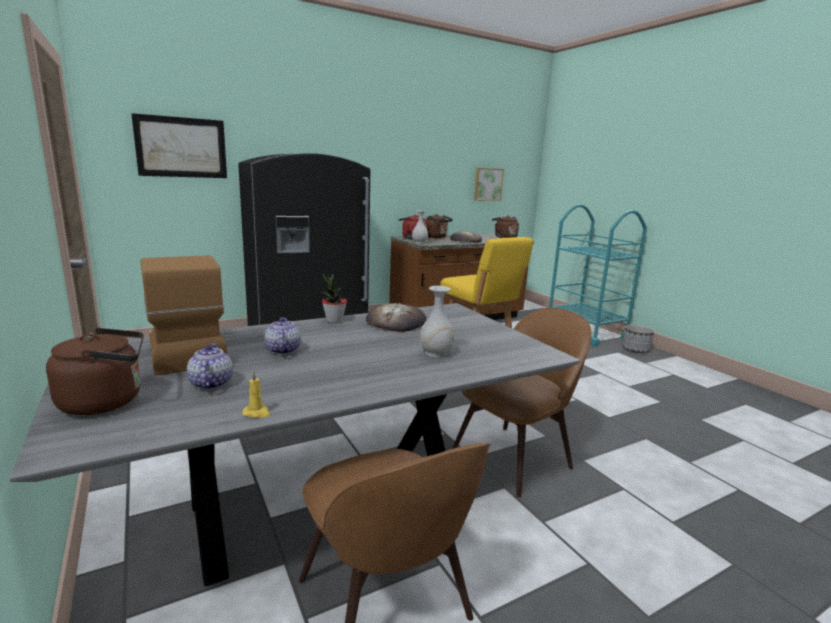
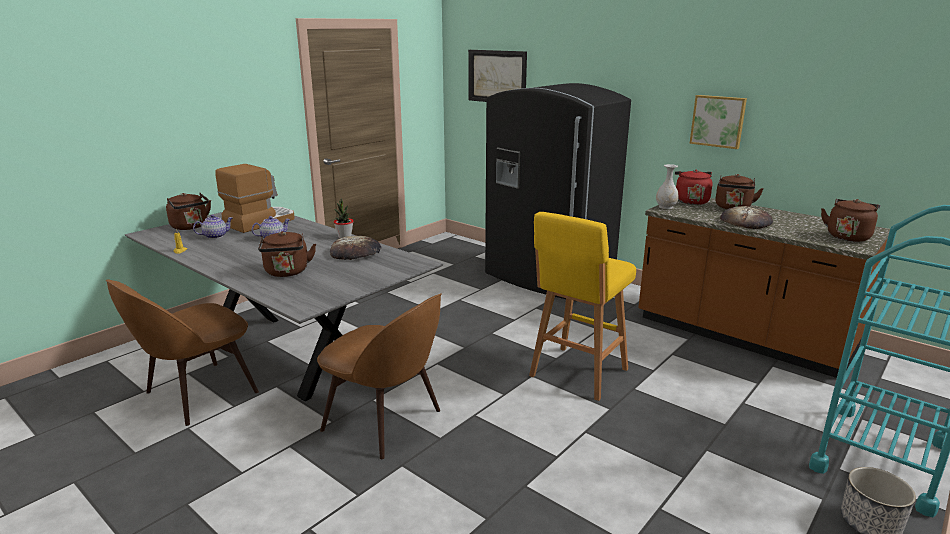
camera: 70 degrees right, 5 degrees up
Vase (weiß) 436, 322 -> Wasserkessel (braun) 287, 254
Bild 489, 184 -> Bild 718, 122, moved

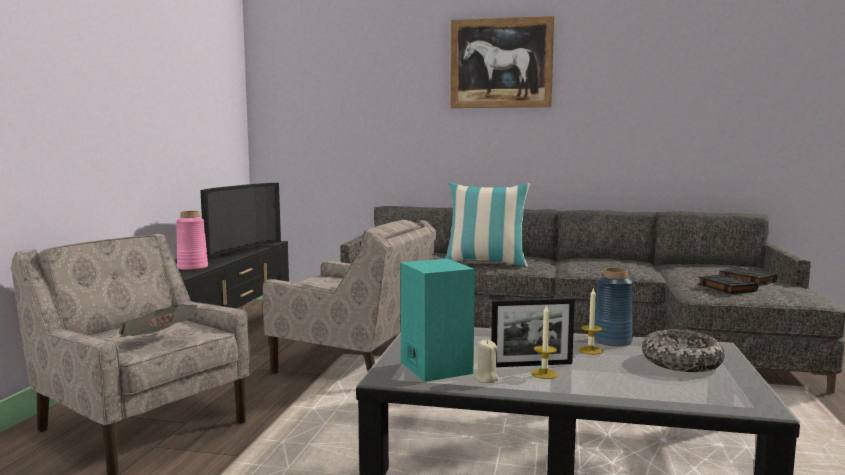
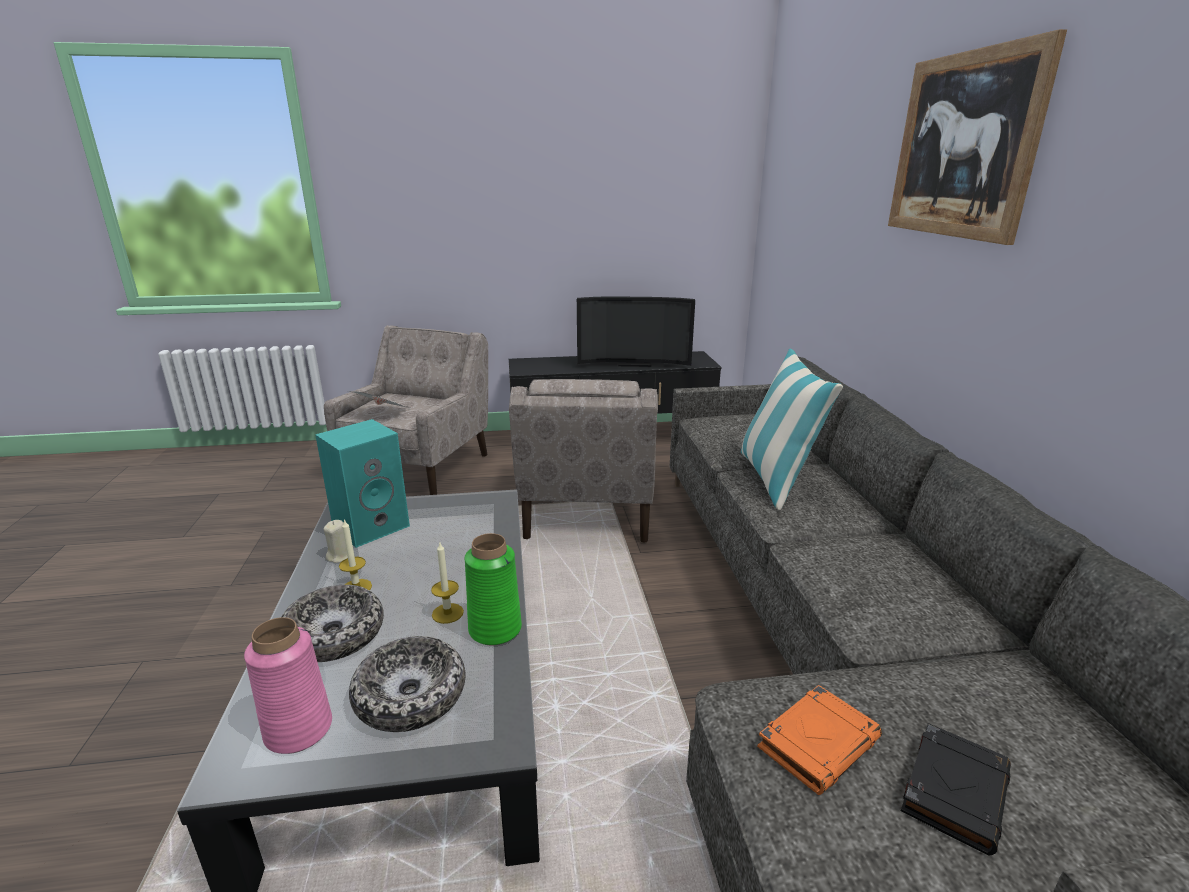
camera: 70 degrees right, 15 degrees up
Vase (rosa) 192, 240 -> Vase (rosa) 288, 685, moved
Bilderrahmen 533, 332 -> none
Vase (blau) 613, 307 -> Vase (grün) 493, 589
Buch (schwarz) 728, 284 -> Buch (orange) 819, 740
none -> Schüssel 332, 623

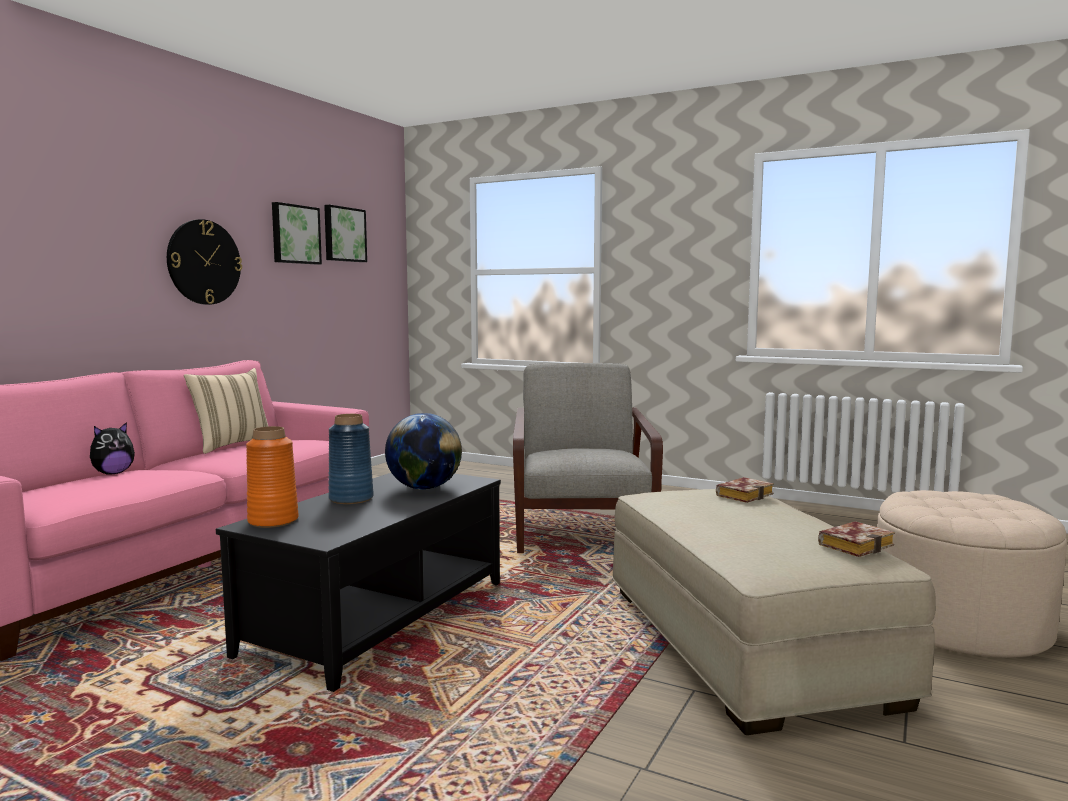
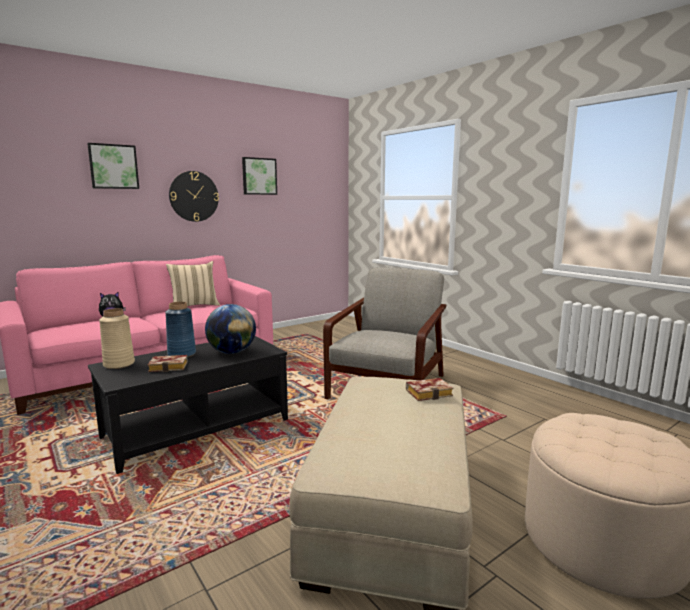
camera: 25 degrees right, 5 degrees up
Vase (orange) 272, 477 -> Vase (beige) 117, 338
Bild 345, 233 -> Bild 113, 166, moved
Buch 856, 539 -> Buch 168, 363, moved

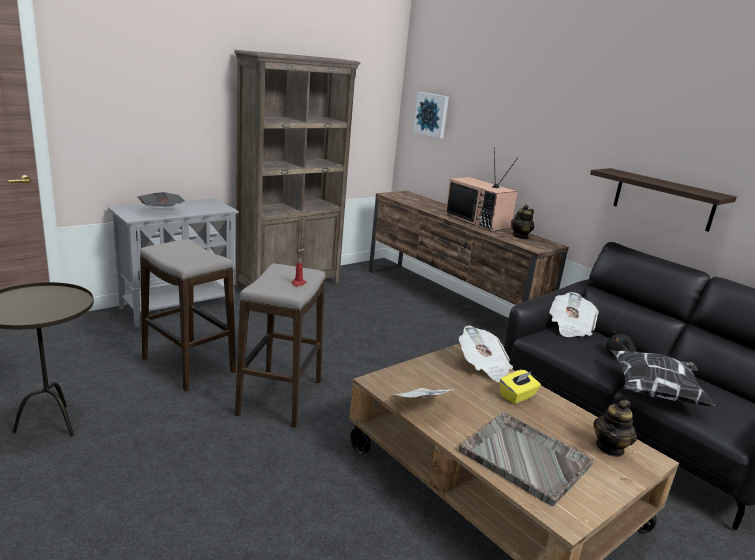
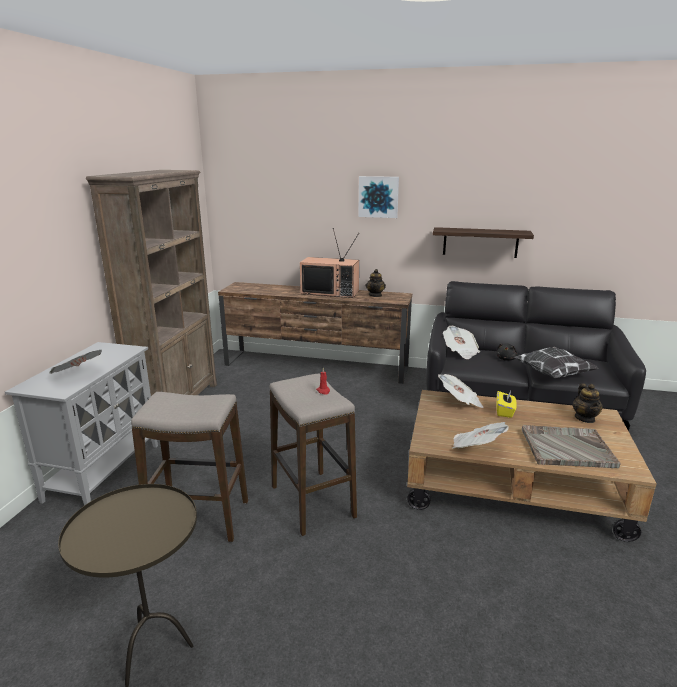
camera: 35 degrees left, 0 degrees up
Bild 431, 115 -> Bild 378, 197, moved

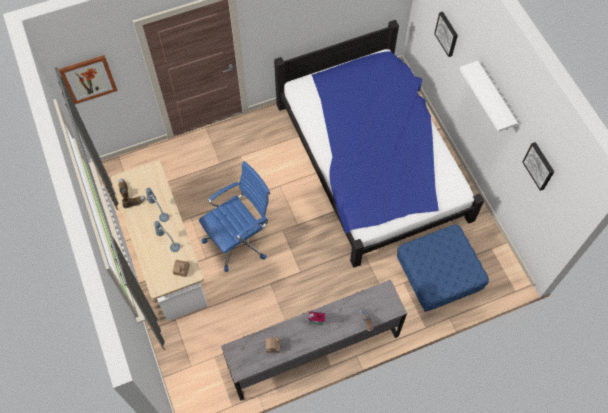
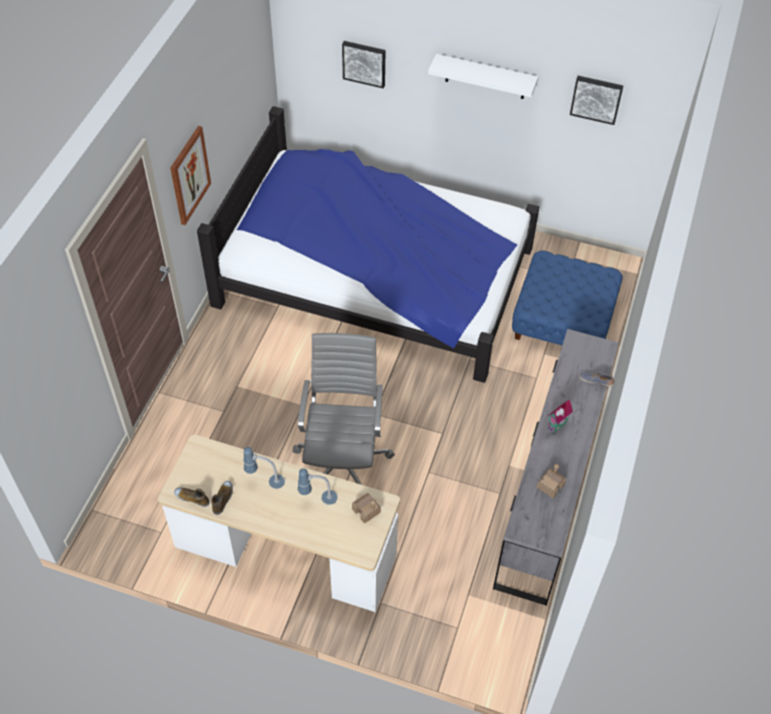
camera: 50 degrees left, 10 degrees down
Bild 88, 79 -> Bild 190, 175, moved
Bürostuhl (blau) 234, 216 -> Bürostuhl (grau) 344, 409

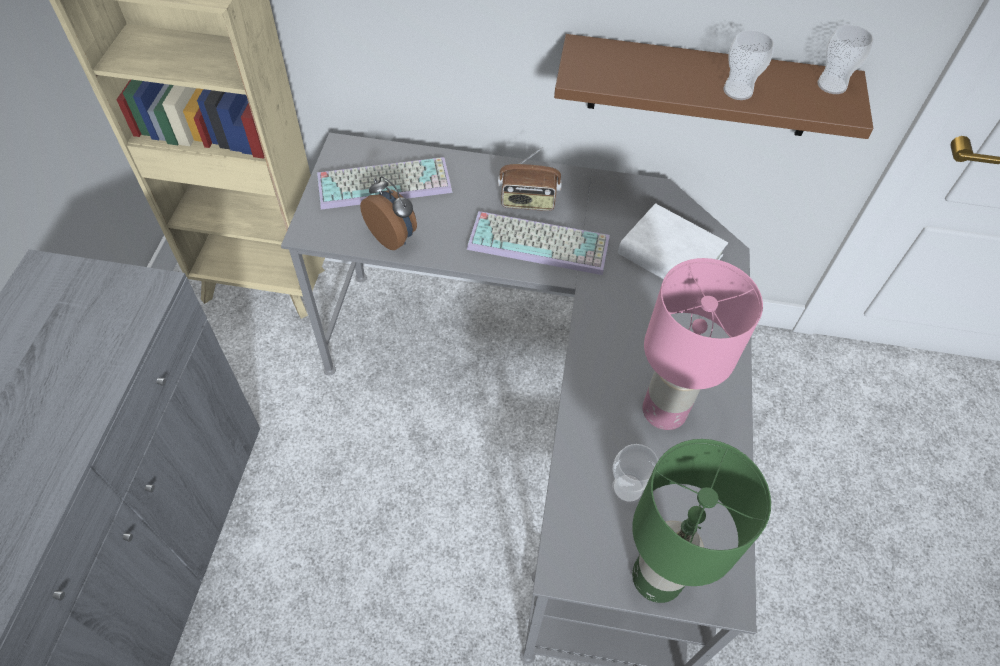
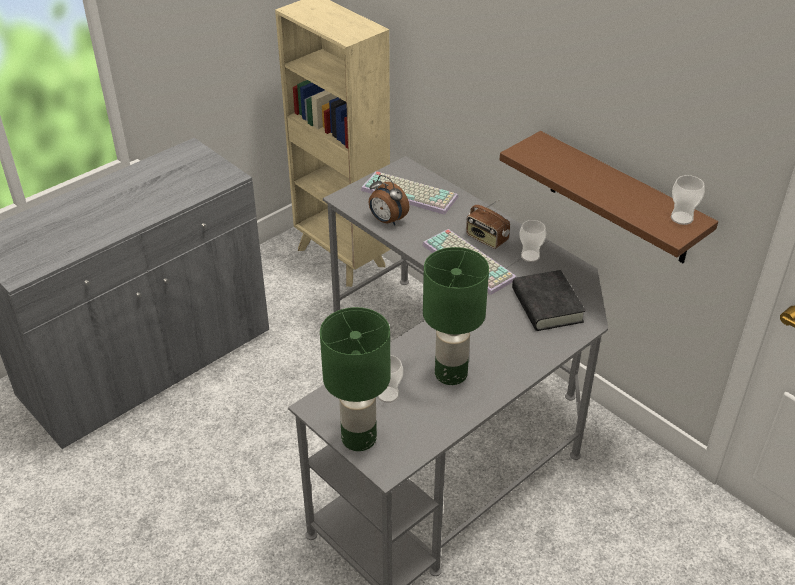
camera: 40 degrees right, 15 degrees down
Wecker 388, 213 -> Wecker 389, 200, 135 degrees clockwise
Buch (weiß) 673, 241 -> Buch (schwarz) 549, 300
Tischlampe (rosa) 703, 344 -> Tischlampe (grün) 456, 316
Tasse 748, 65 -> Tasse 532, 241, moved

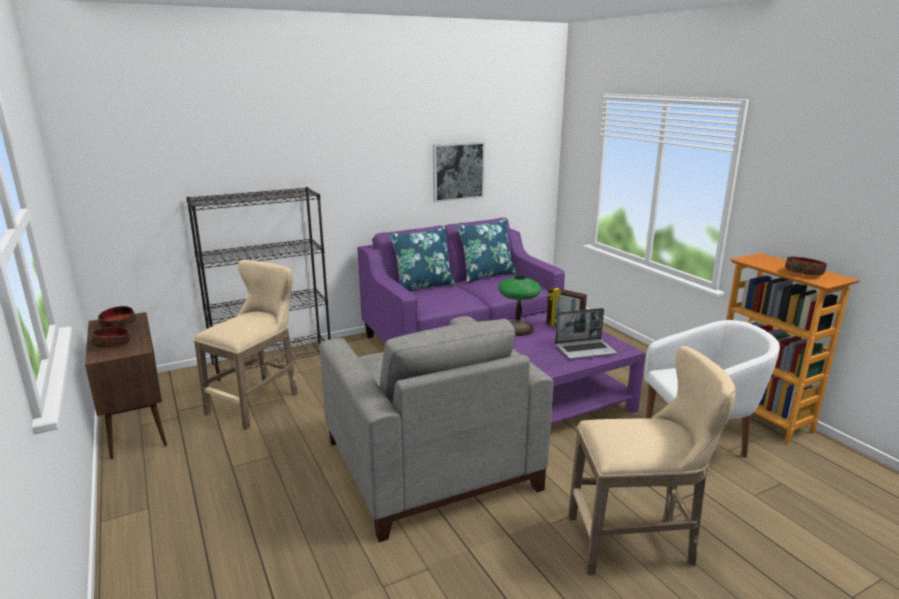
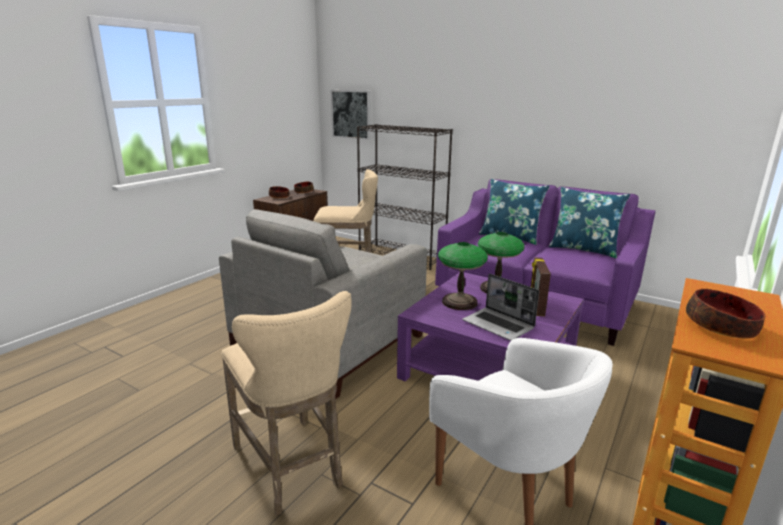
camera: 60 degrees right, 0 degrees up
Bild 459, 172 -> Bild 351, 115, moved
none -> Tischlampe 463, 276

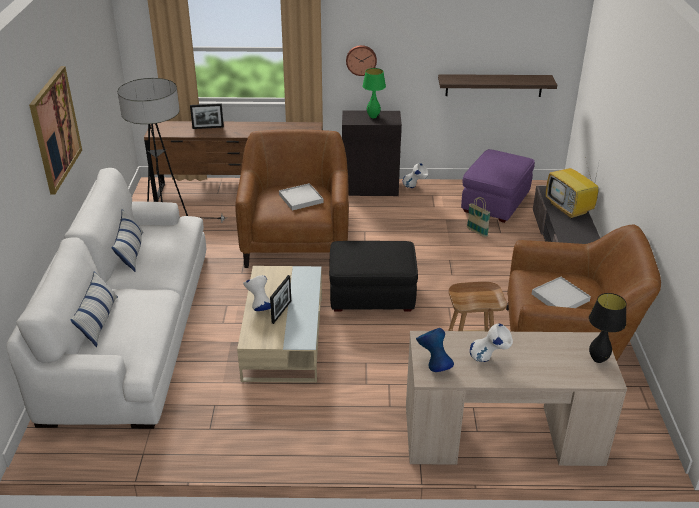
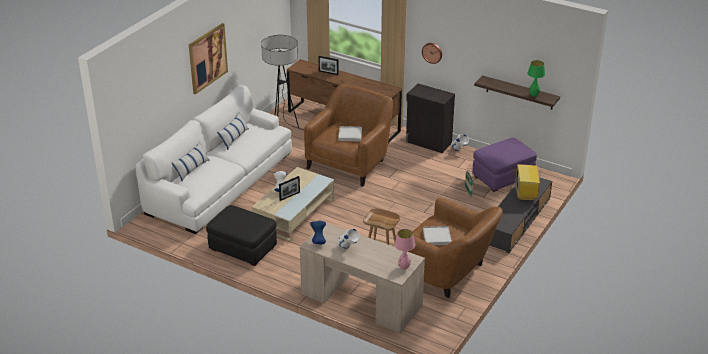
camera: 30 degrees right, 0 degrees up
Polsterhocker (schwarz) 373, 276 -> Polsterhocker (schwarz) 241, 235, moved
Tischlampe (grün) 374, 93 -> Tischlampe (grün) 536, 78, moved
Tischlampe (schwarz) 607, 328 -> Tischlampe (rosa) 404, 249

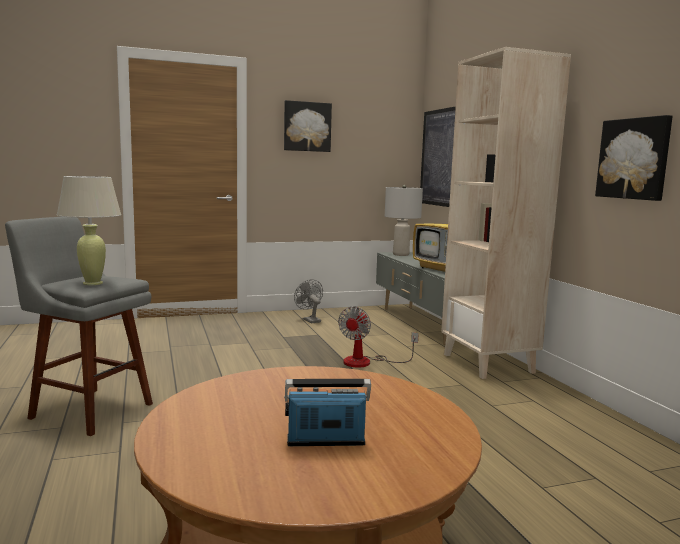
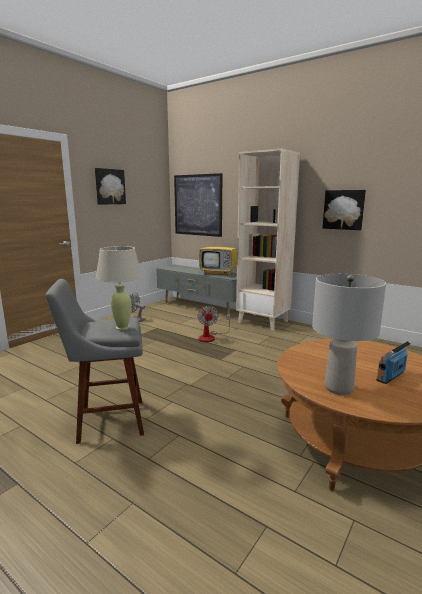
camera: 35 degrees left, 5 degrees up
Tischlampe (grau) 404, 220 -> Tischlampe (grau) 349, 334, moved

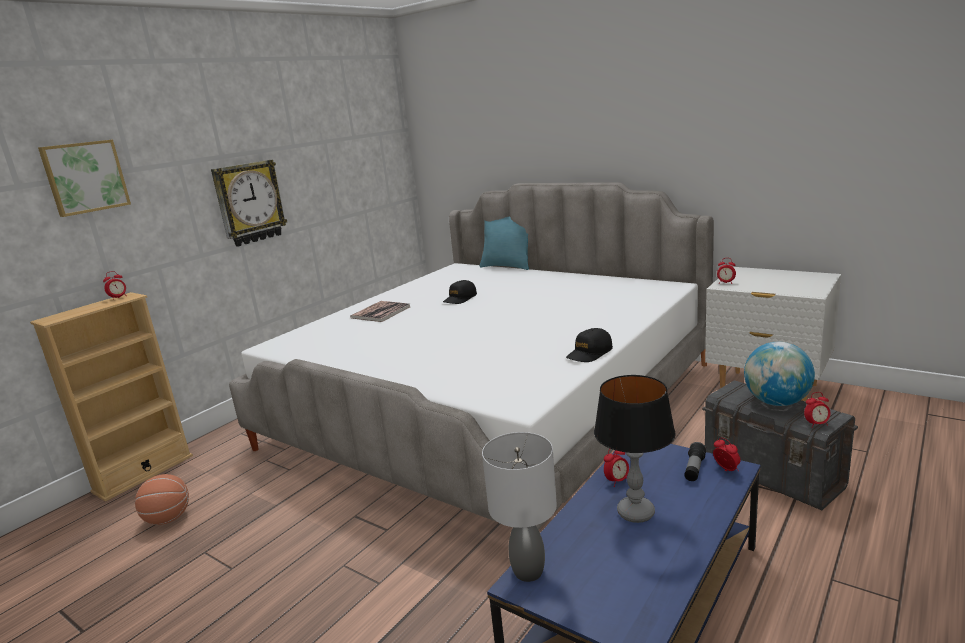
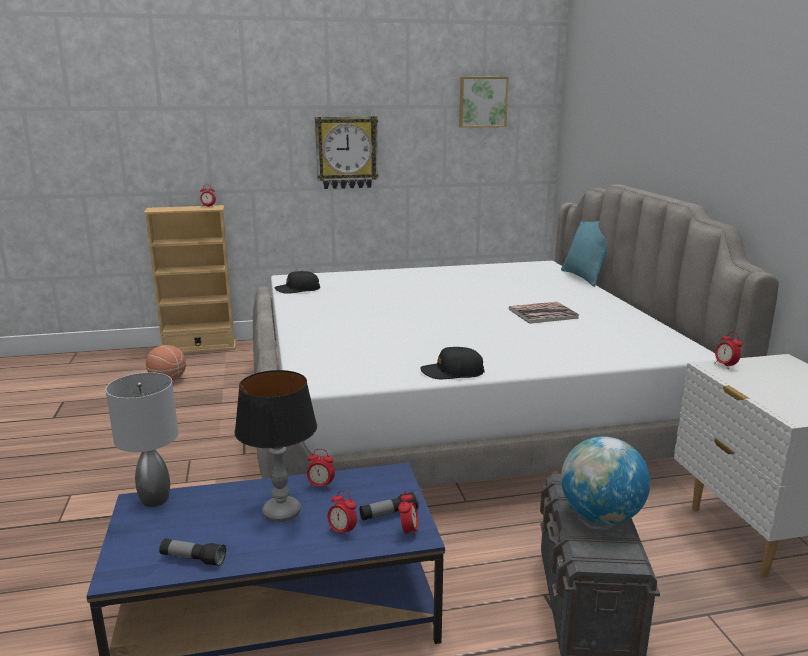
camera: 40 degrees right, 0 degrees up
Bild 84, 178 -> Bild 484, 102, moved
Buch 380, 311 -> Buch 544, 313, moved
Kappe (schwarz) 460, 292 -> Kappe (schwarz) 297, 282, moved
Wecker 817, 410 -> Wecker 342, 513, moved
none -> Taschenlampe 192, 552

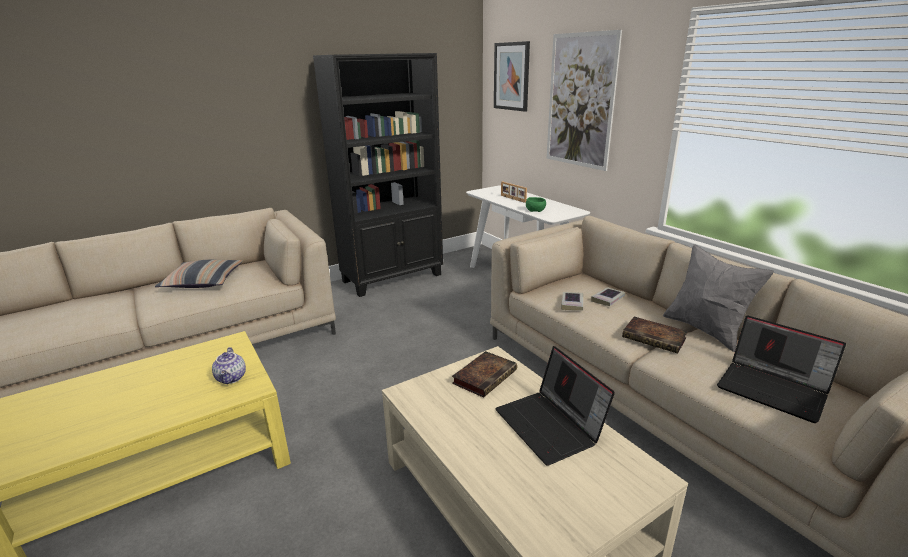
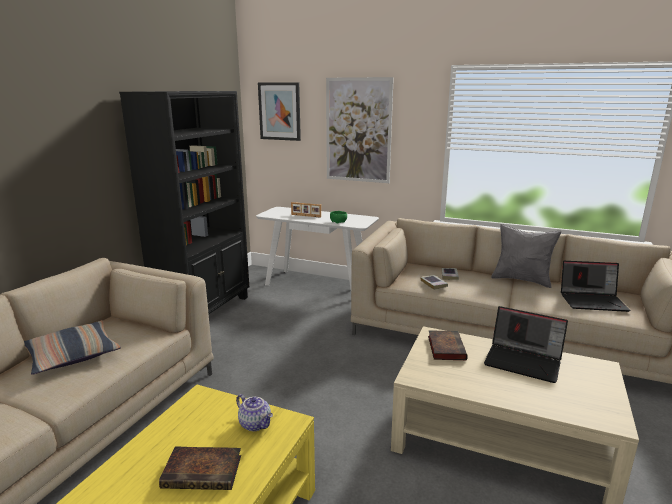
camera: 35 degrees left, 5 degrees down
Buch 655, 334 -> Buch 200, 468, moved

